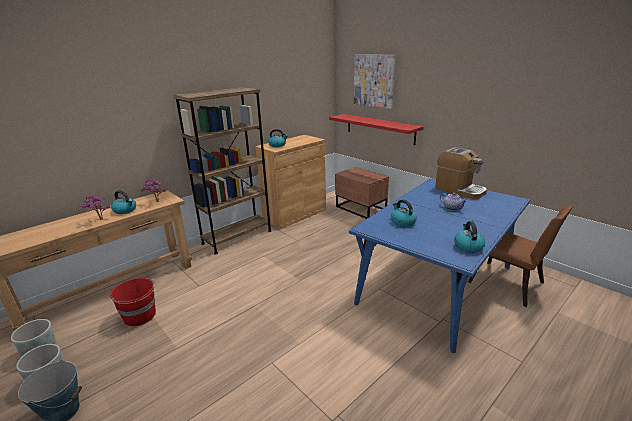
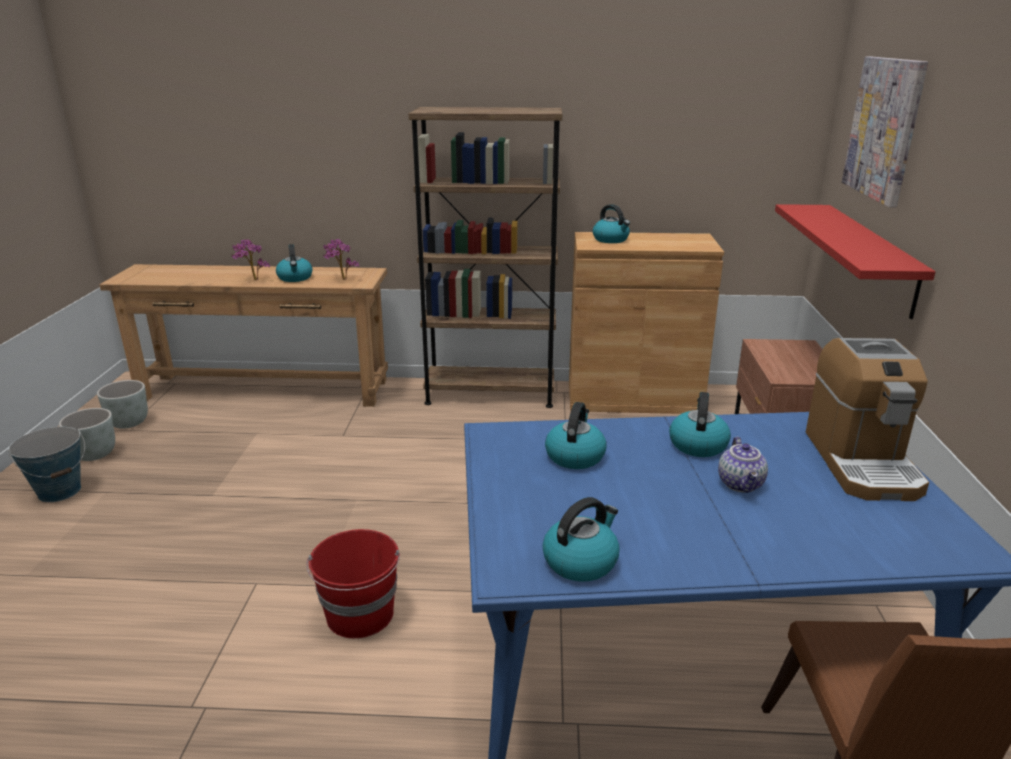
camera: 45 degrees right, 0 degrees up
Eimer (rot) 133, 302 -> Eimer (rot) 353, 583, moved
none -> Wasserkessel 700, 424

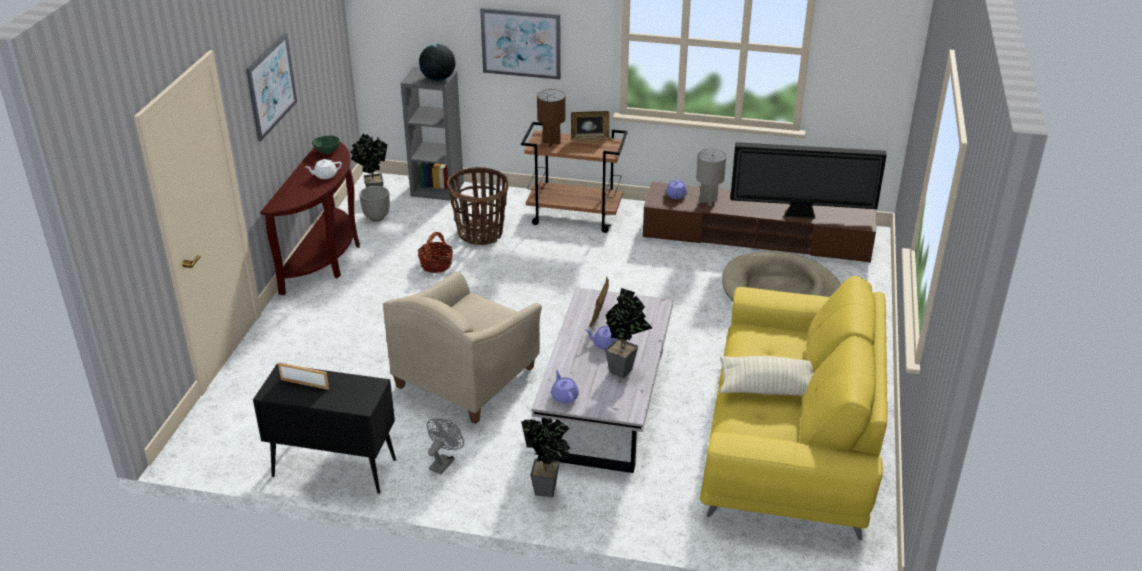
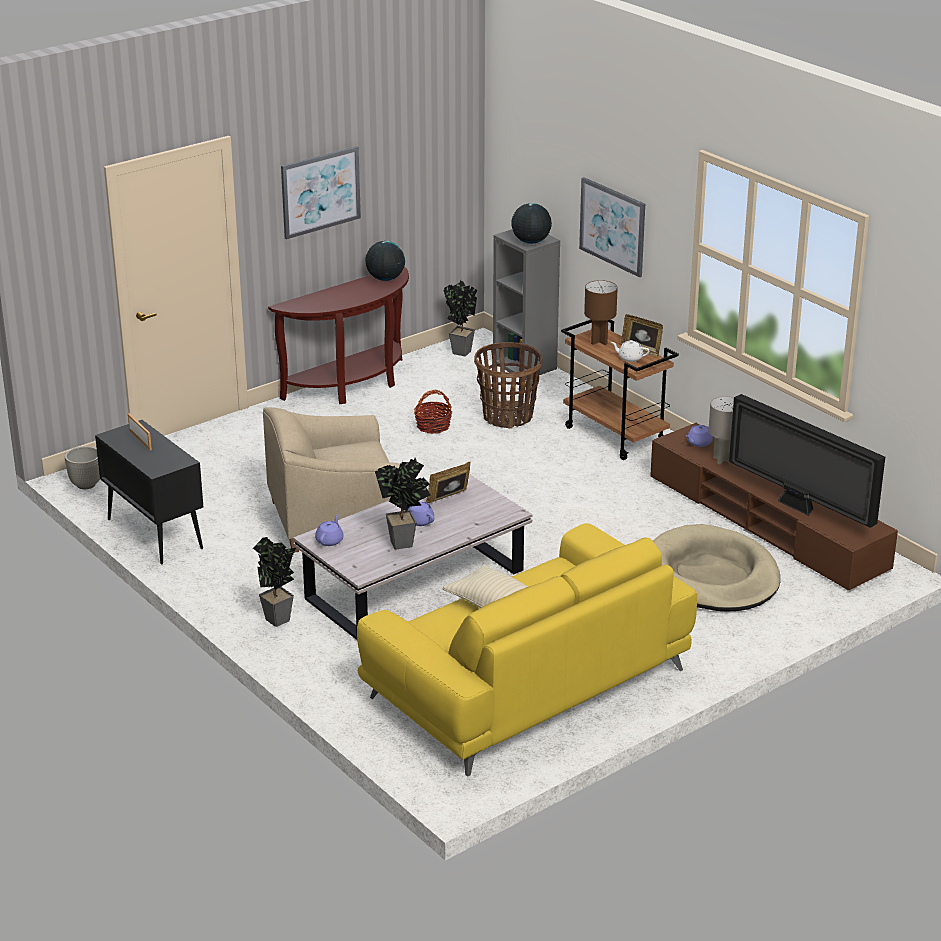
camera: 40 degrees right, 5 degrees down
Teekanne (weiß) 324, 169 -> Teekanne (weiß) 630, 351, moved
Schüssel (grün) 326, 144 -> Globus 385, 261
Pflanzkübel 374, 203 -> Pflanzkübel 82, 467, moved
Ventilator (grau) 445, 446 -> none

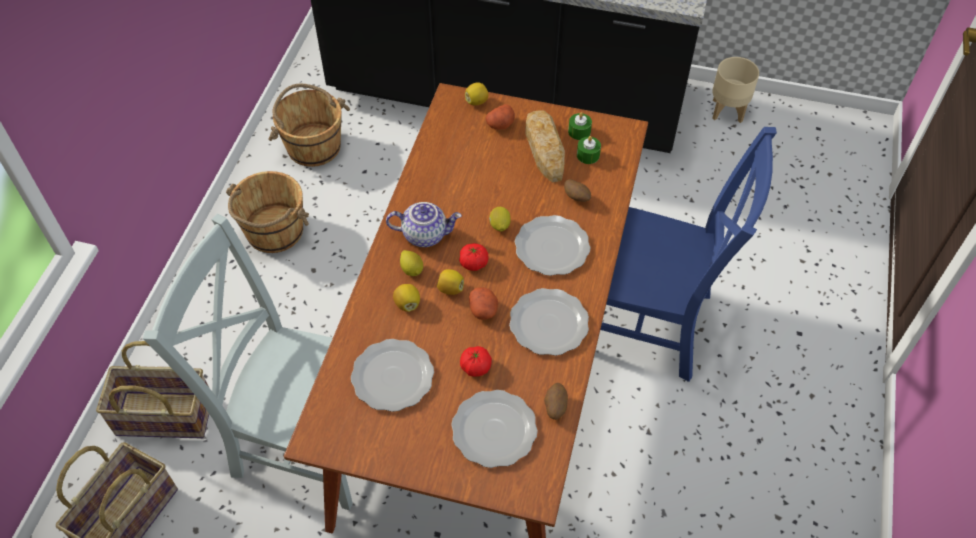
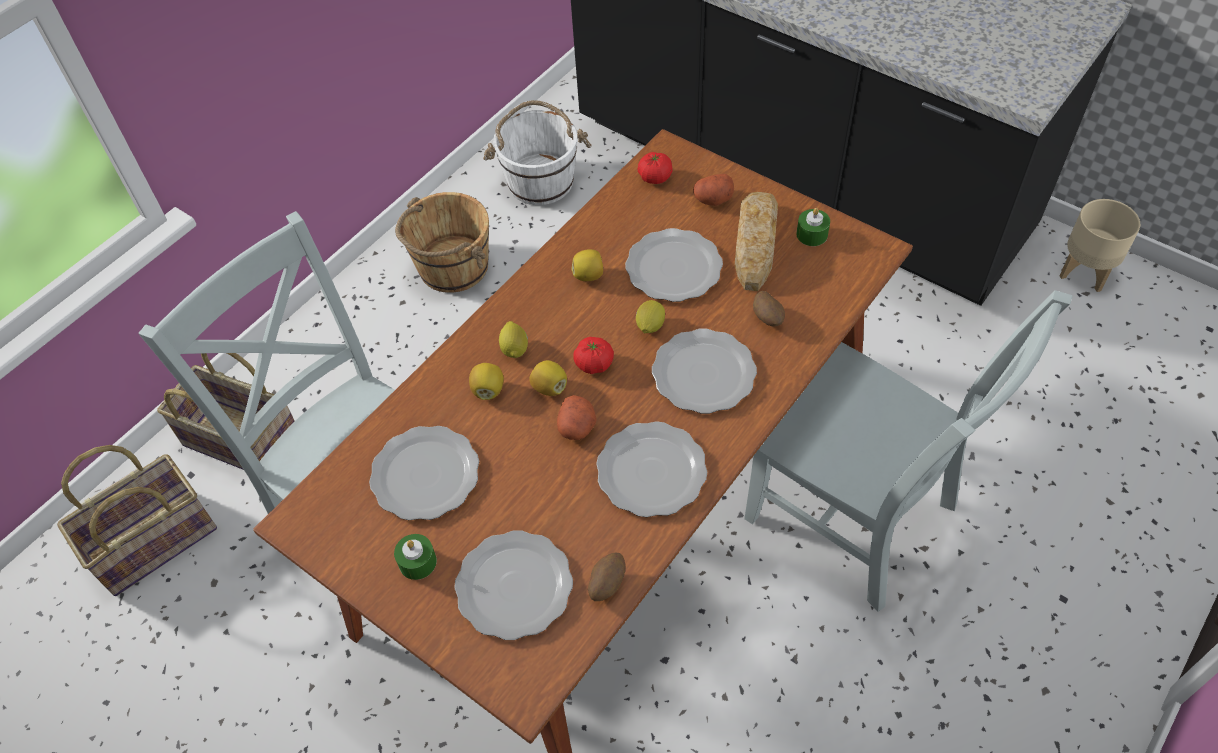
camera: 25 degrees right, 0 degrees up
Eimer (braun) 309, 125 -> Eimer (weiß) 537, 152
Teekanne 424, 224 -> none
Tomate 476, 361 -> Tomate 655, 168, moved
Zitrone 477, 94 -> Zitrone 587, 265, moved
Kerze (grün) 589, 150 -> Kerze (grün) 415, 557, moved
Stuhl (blau) 688, 254 -> Stuhl (grau) 908, 451
none -> Teller 674, 265

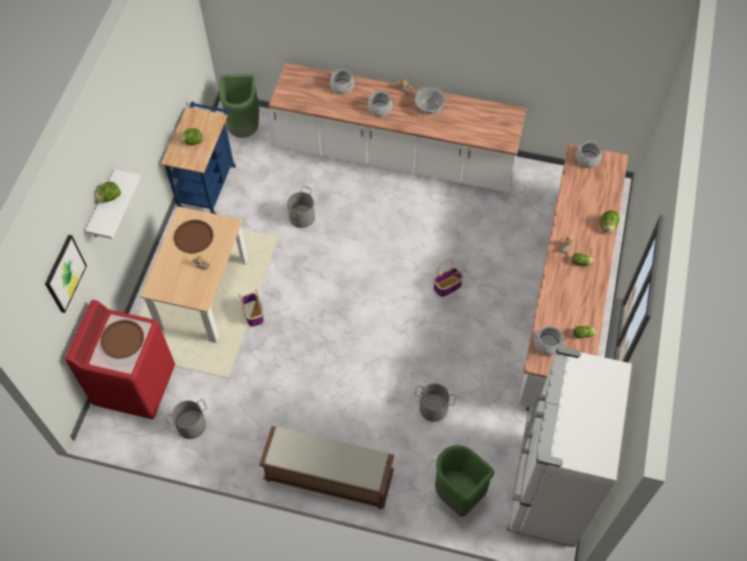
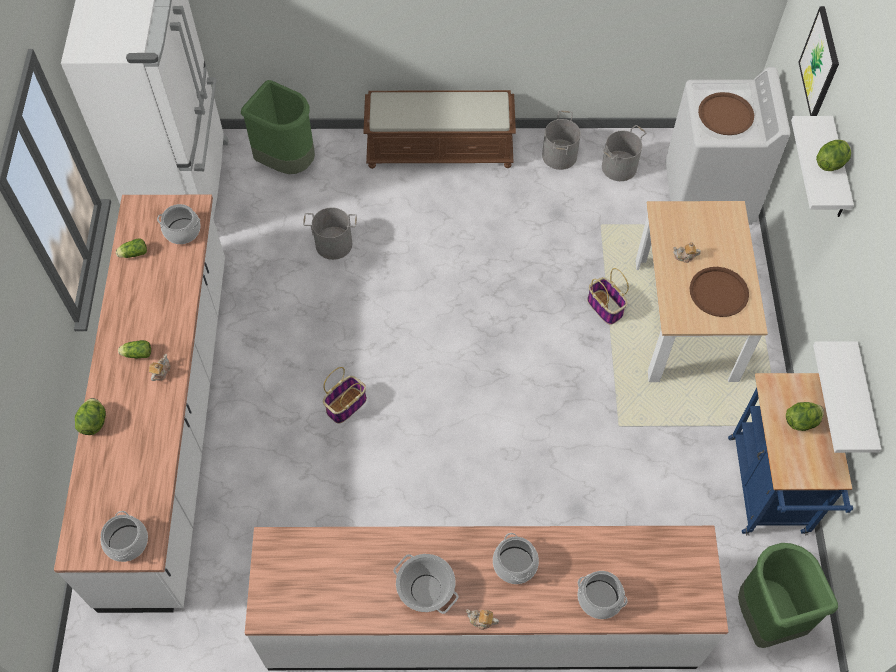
camera: 165 degrees right, 0 degrees up
Waschmaschine (rot) 120, 359 -> Waschmaschine (weiß) 727, 146
Eimer (grau) 301, 207 -> Eimer (grau) 561, 140, moved
none -> Wandregal (weiß) 847, 397

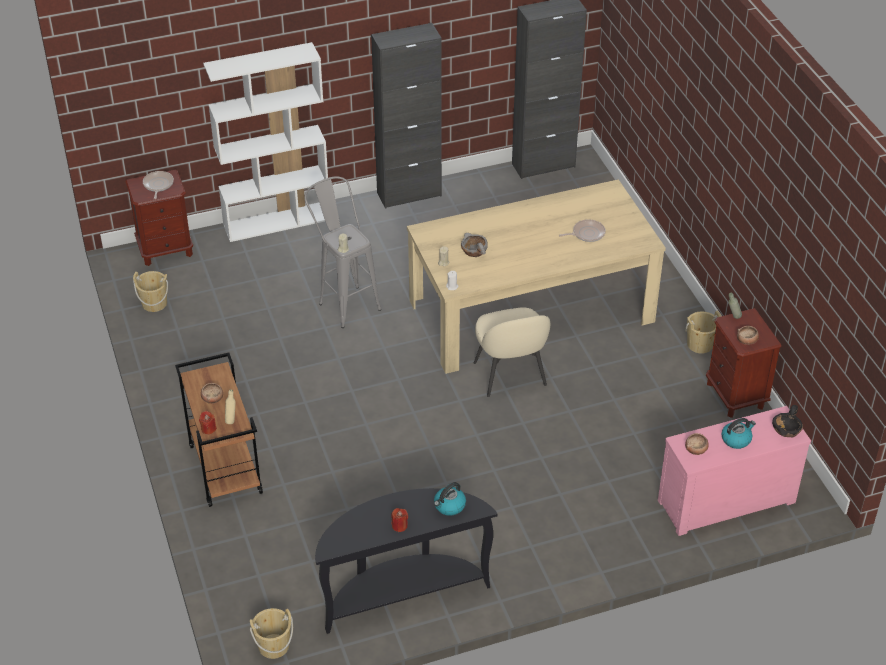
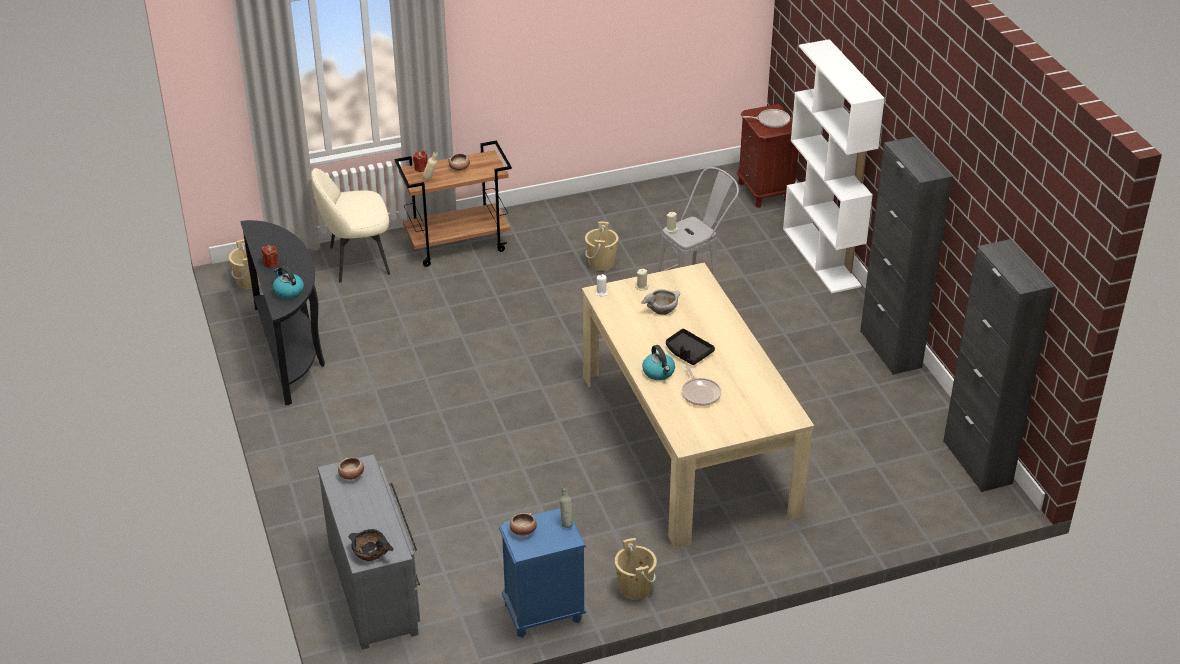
camera: 90 degrees right, 5 degrees down
Eimer (beige) 150, 291 -> Eimer (beige) 601, 246, moved
Stuhl (beige) 512, 352 -> Stuhl (beige) 350, 225, moved
Kommode (rosa) 734, 471 -> Kommode (grau) 368, 552
Nachttisch (braun) 743, 363 -> Nachttisch (blau) 542, 573
Wasserkessel 739, 433 -> Wasserkessel 658, 362, moved
none -> Tablett (schwarz) 690, 346

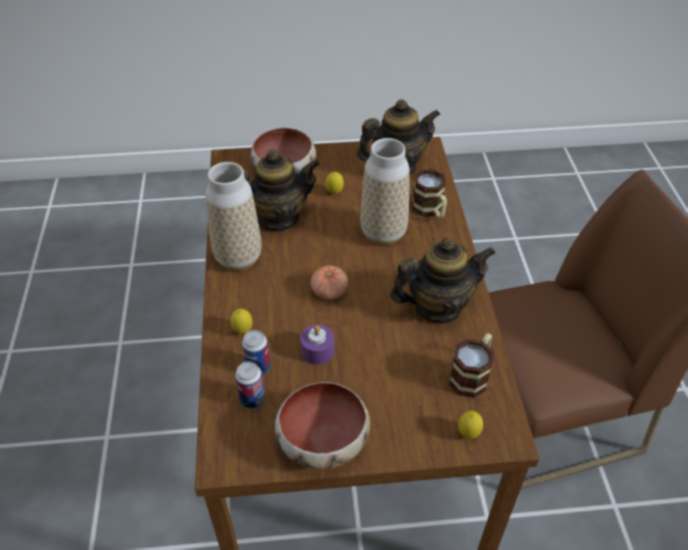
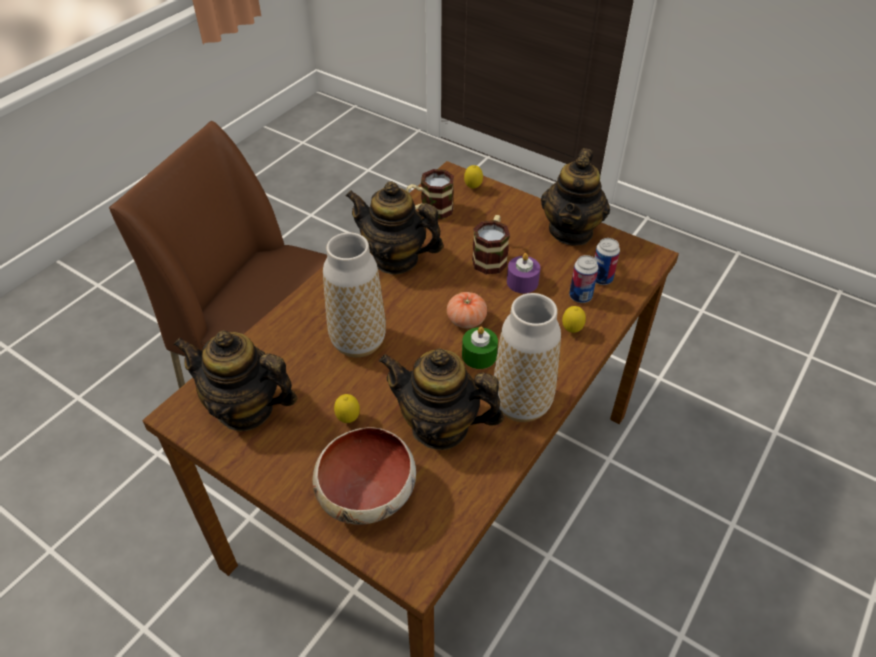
camera: 140 degrees left, 0 degrees up
Schüssel 322, 425 -> Teekanne 575, 197
Henkelbecher 429, 193 -> Henkelbecher 491, 244, moved
none -> Kerze (grün) 480, 348

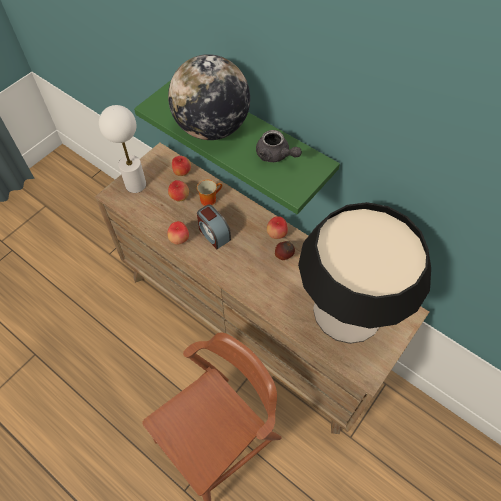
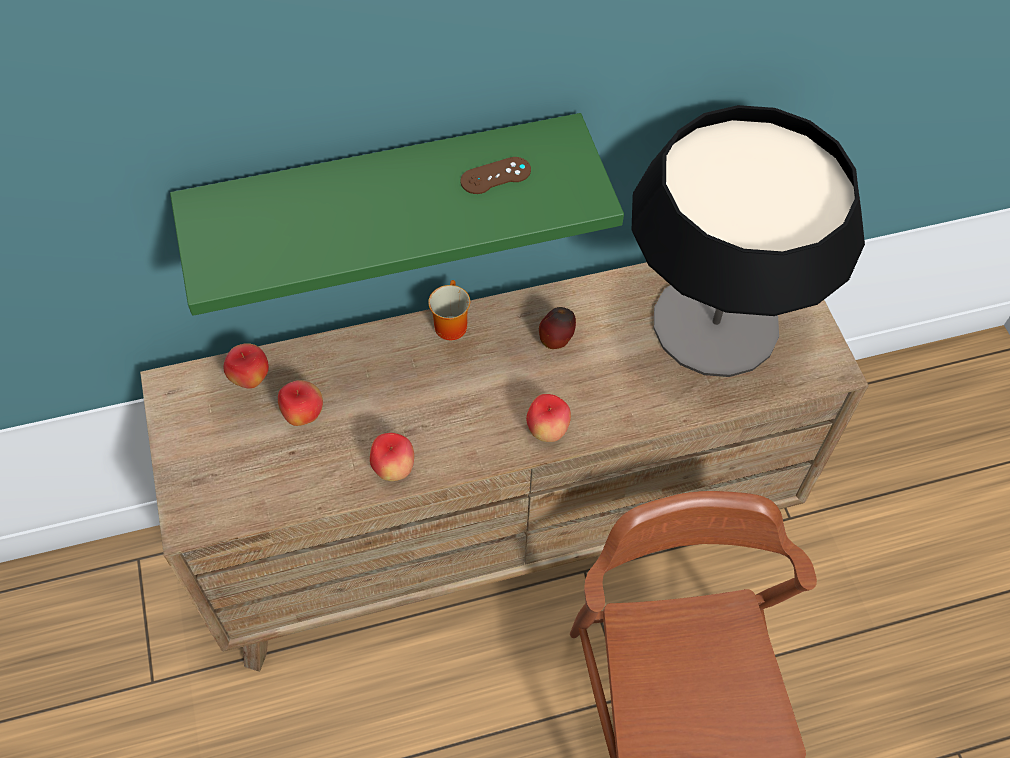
camera: 55 degrees left, 0 degrees up
Tischlampe (weiß) 122, 149 -> none
Globus 209, 97 -> none
Henkelbecher 209, 192 -> Henkelbecher 449, 310, moved
Wecker 214, 227 -> none
Teekanne (grau) 279, 146 -> Gamepad (braun) 496, 175
Apfel 277, 227 -> Apfel 548, 418, moved

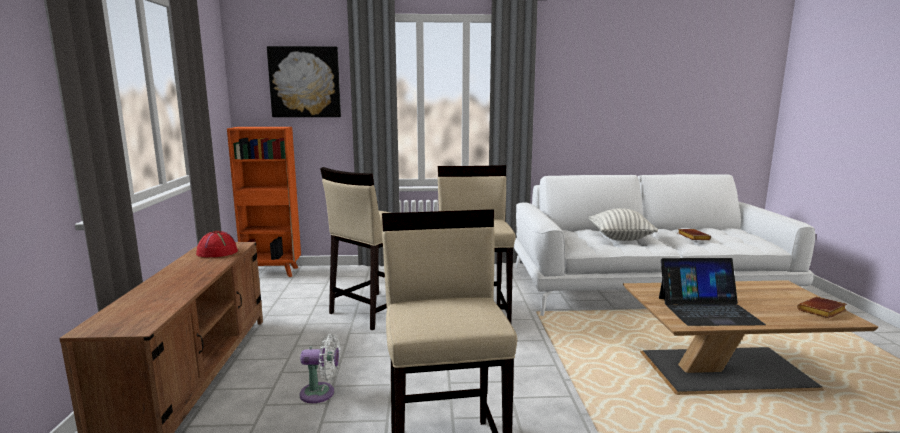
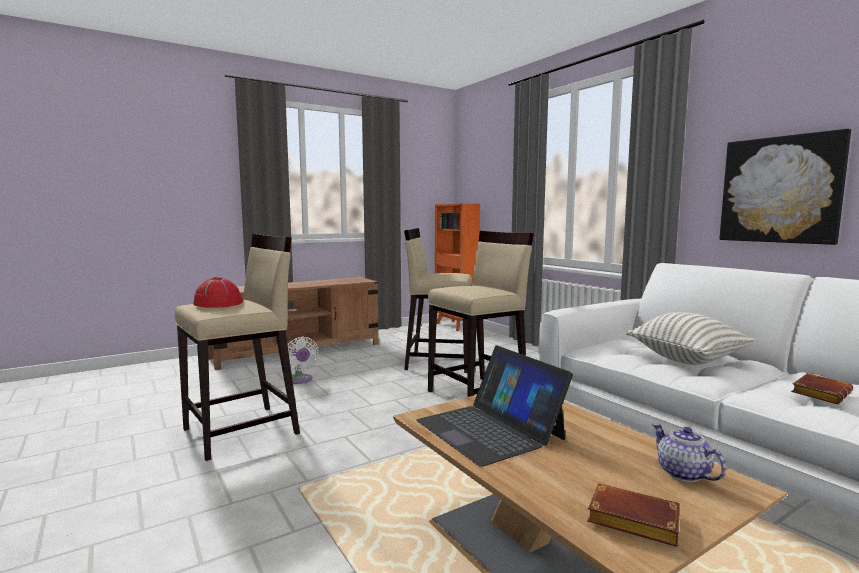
camera: 60 degrees right, 5 degrees down
Hut (rot) 217, 244 -> Hut (rot) 218, 292, moved
Bild 304, 81 -> Bild 785, 187, moved
none -> Teekanne 689, 452

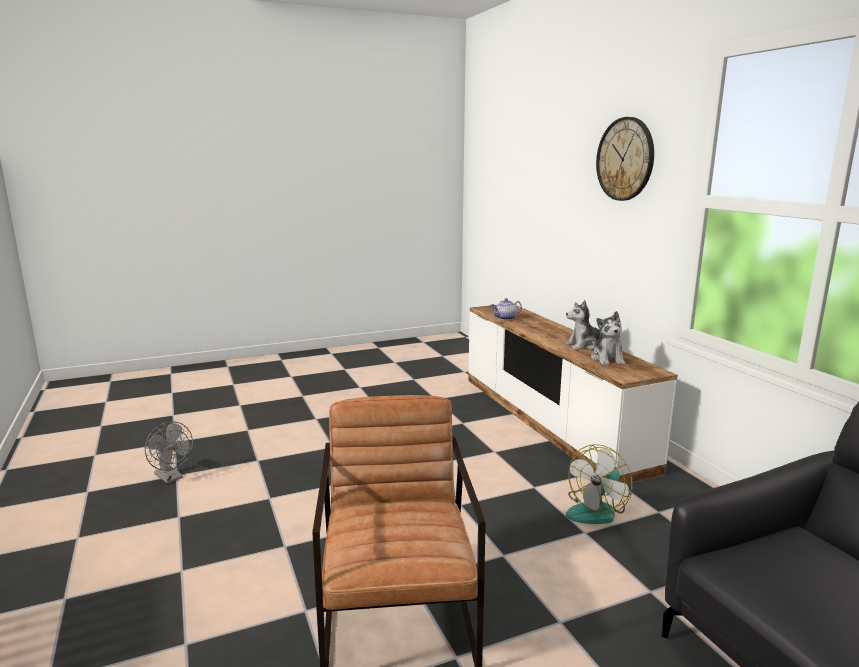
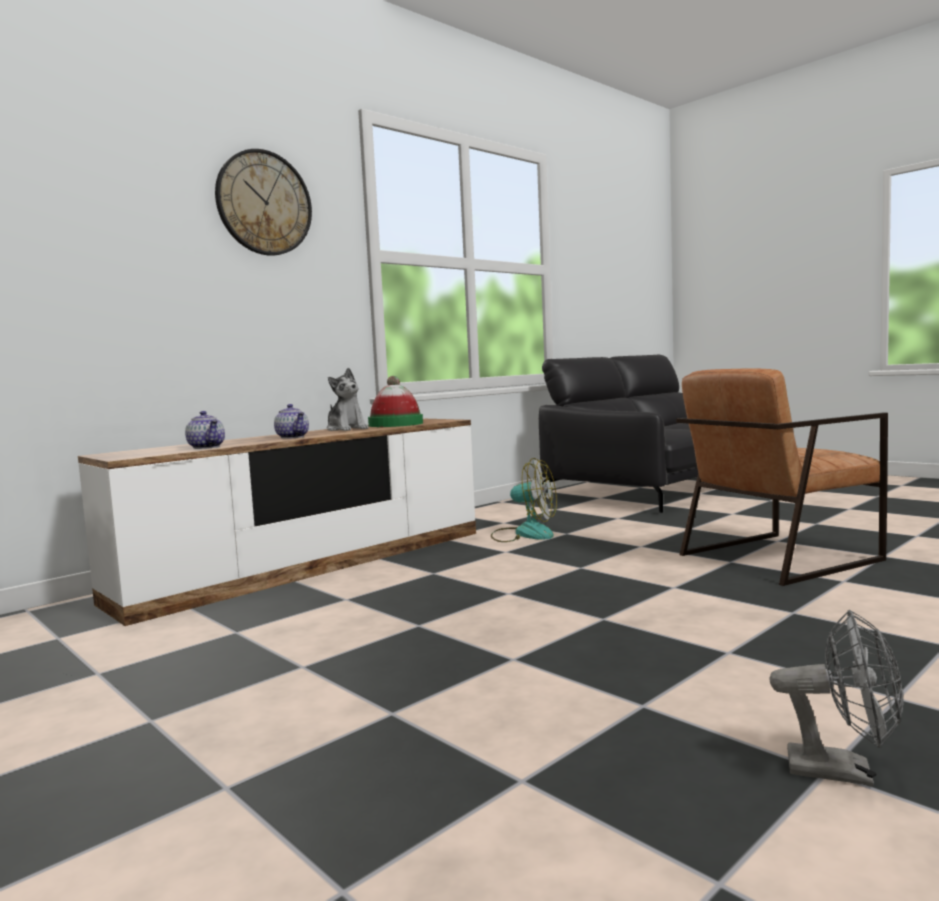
camera: 110 degrees left, 10 degrees down
Ventilator (grau) 169, 452 -> Ventilator (grau) 837, 698, 90 degrees clockwise
Plüschtier 608, 338 -> Hut 395, 401
none -> Teekanne 291, 421

